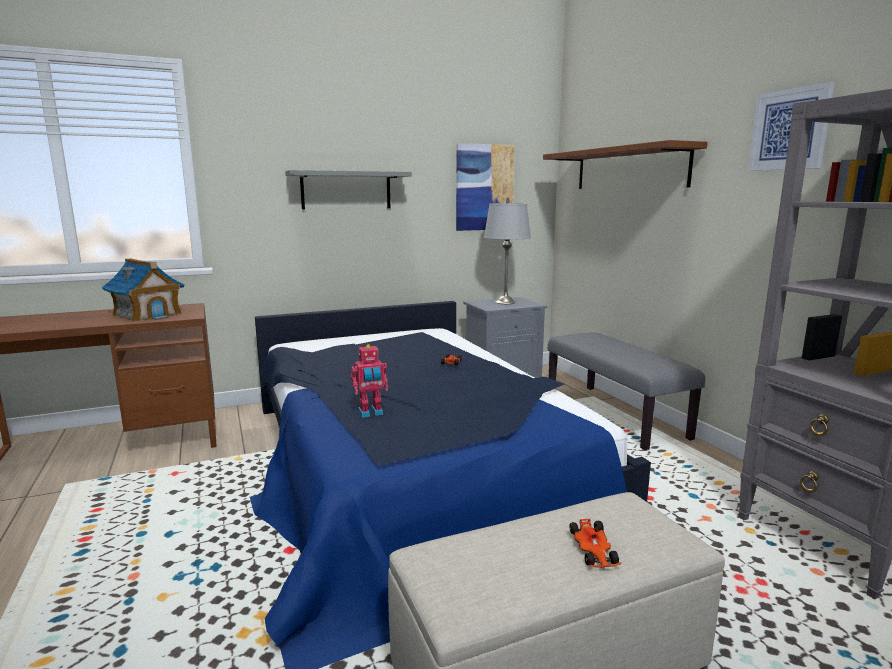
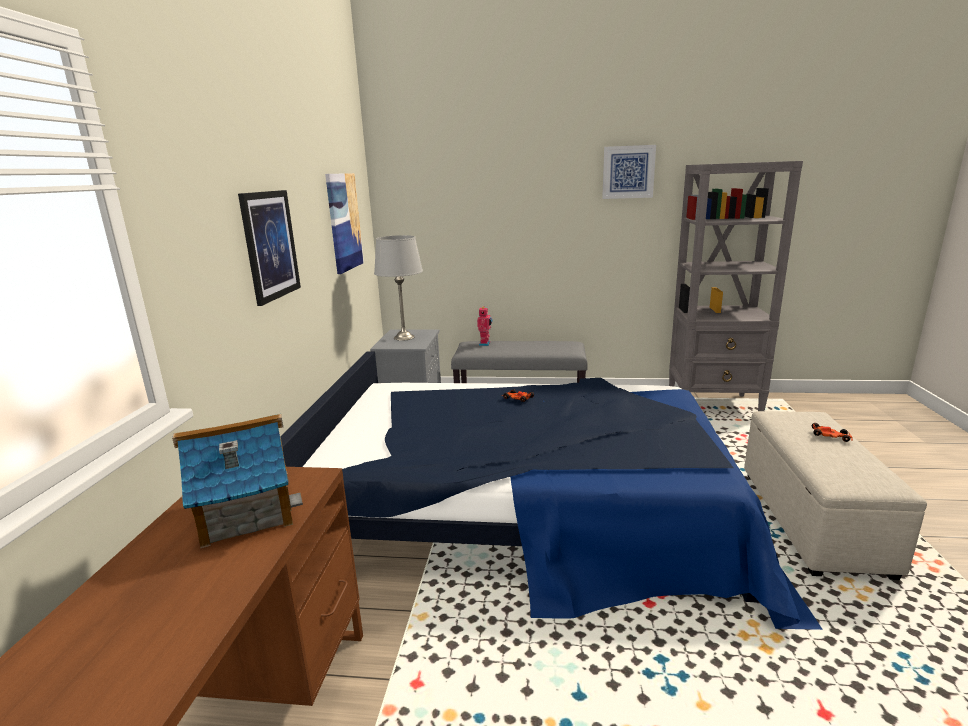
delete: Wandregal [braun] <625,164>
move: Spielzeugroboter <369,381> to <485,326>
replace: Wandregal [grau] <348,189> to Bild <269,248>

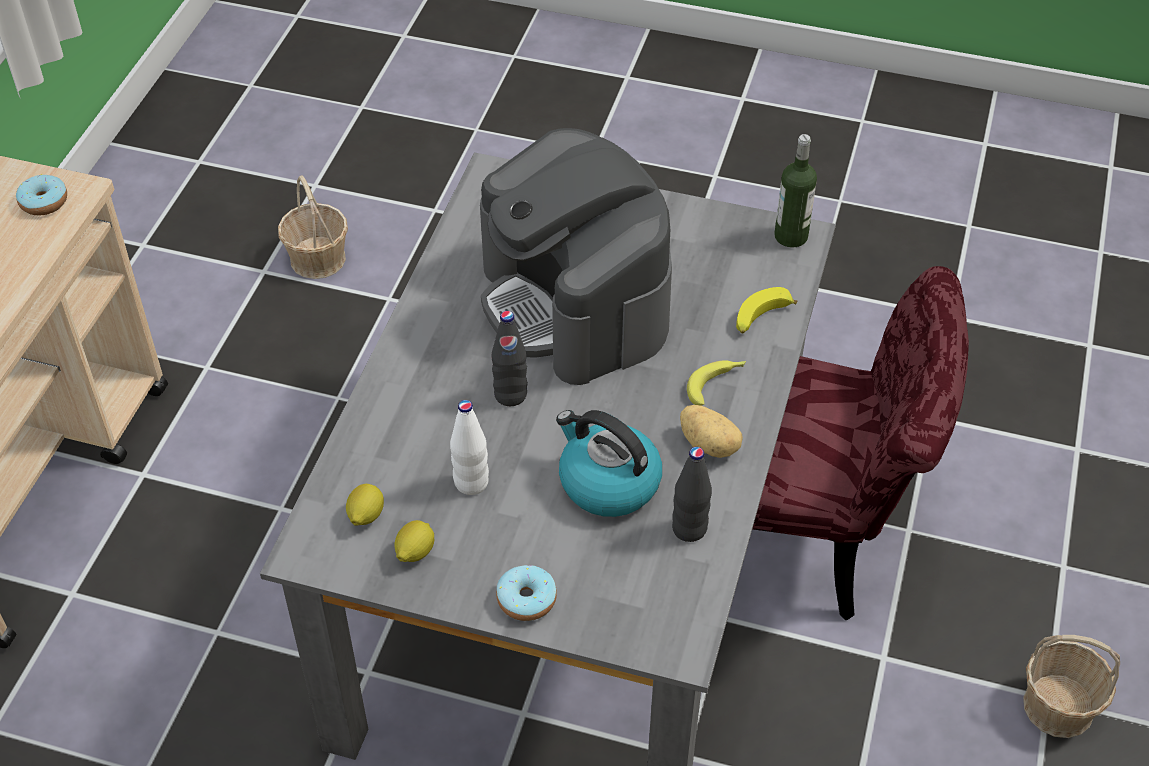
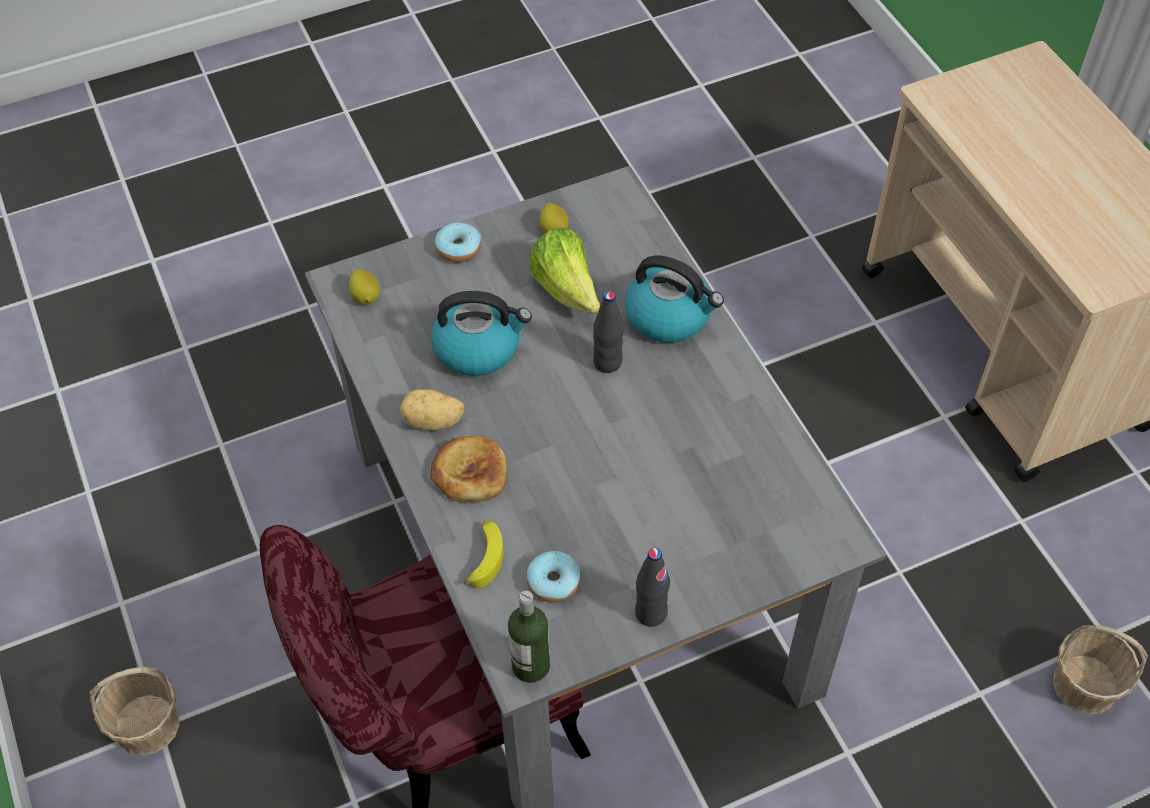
delete: Kaffeemaschine <576,256>
insert: Wasserkessel <674,299>
move: Donut <41,194> to <553,577>; Zitrone <365,505> to <364,286>; Flasche [schwarz] <692,494> to <652,587>
replace: Flasche [weiß] <469,447> to Salatkopf <564,270>; Banane <716,383> to Brot <469,469>

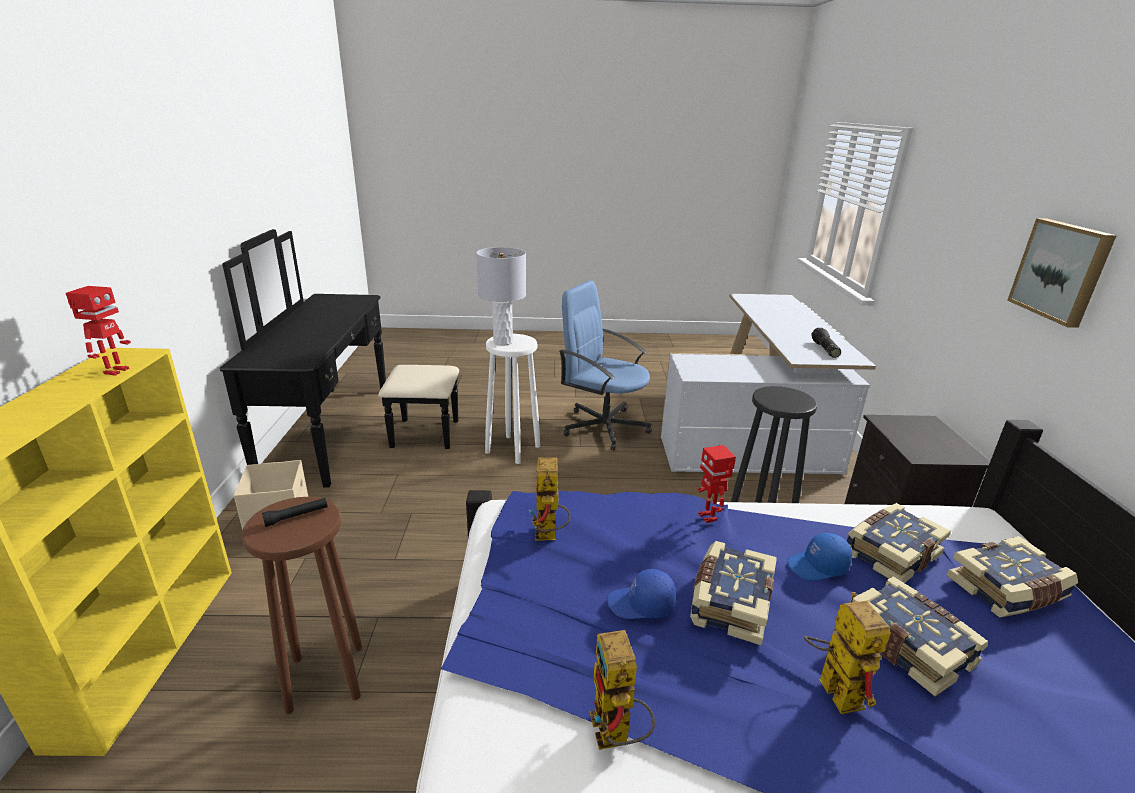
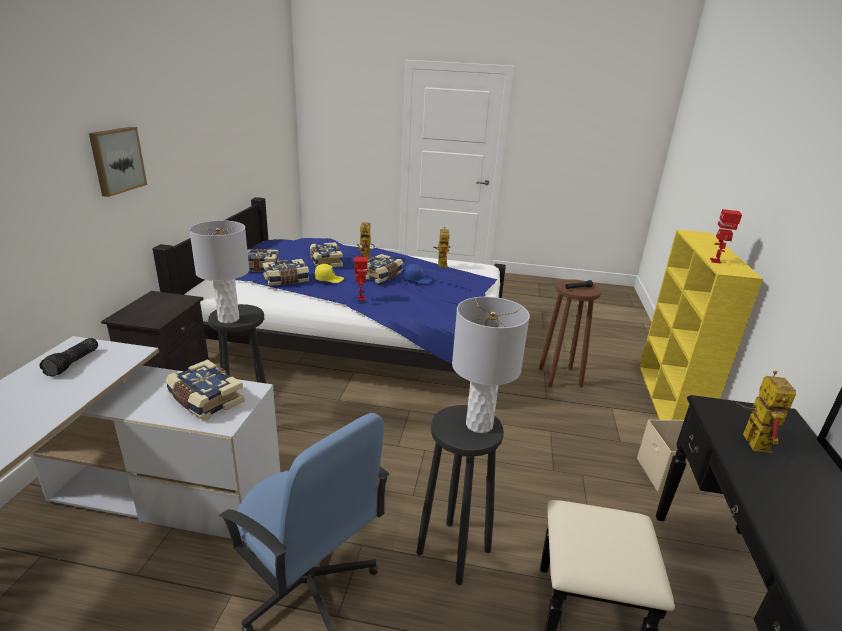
insert: Buch <205,390>; Tischlampe [grau] <219,271>
move: Spielzeugroboter <550,499> to <766,412>
recolor: Hocker [weiß] <512,399> to Hocker [schwarz] <460,495>; Kappe [blau] <819,557> to Kappe [gelb] <329,273>

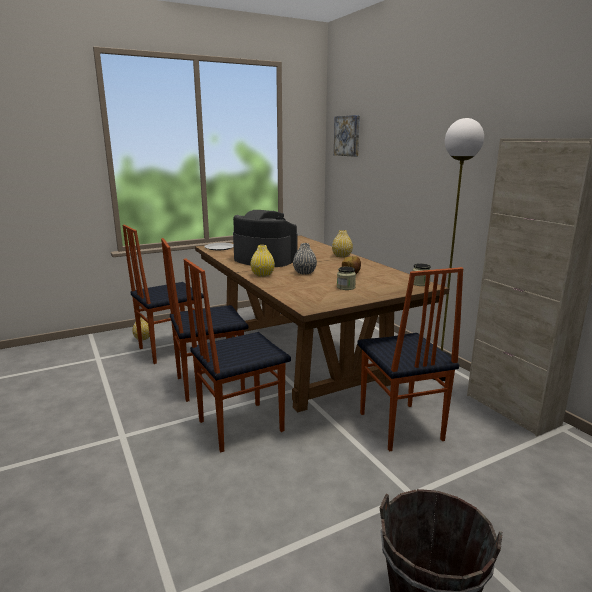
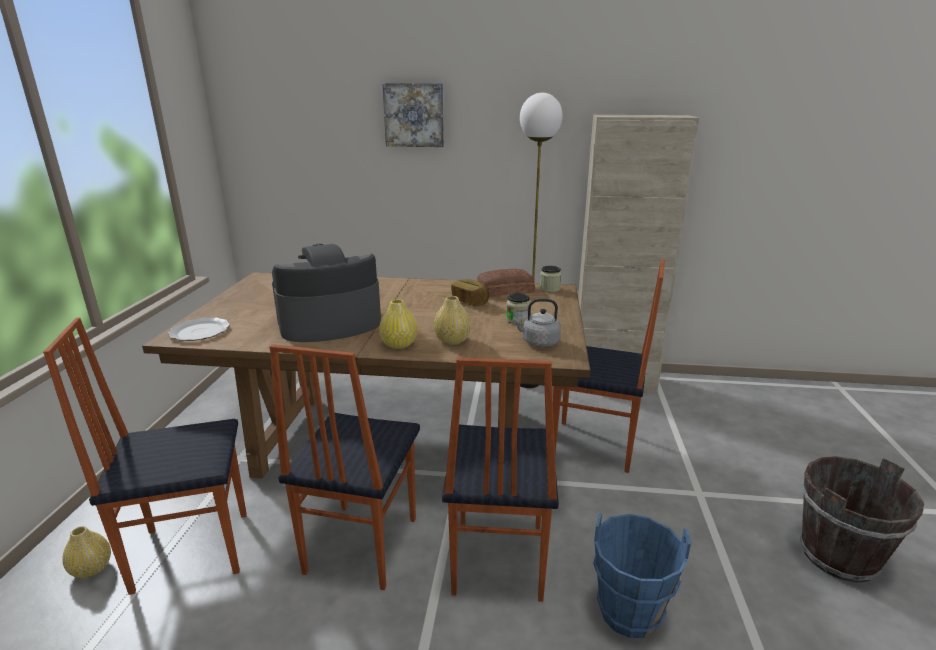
delete: Vase [grau] <305,259>
insert: Brot <506,283>; Wasserkessel [grau] <537,323>; Eimer [blau] <642,575>
move: Vase [gelb] <342,244> to <452,320>; Bild <347,136> to <413,115>
rotate: Stuhl <163,294> = <145,456> 75 degrees clockwise

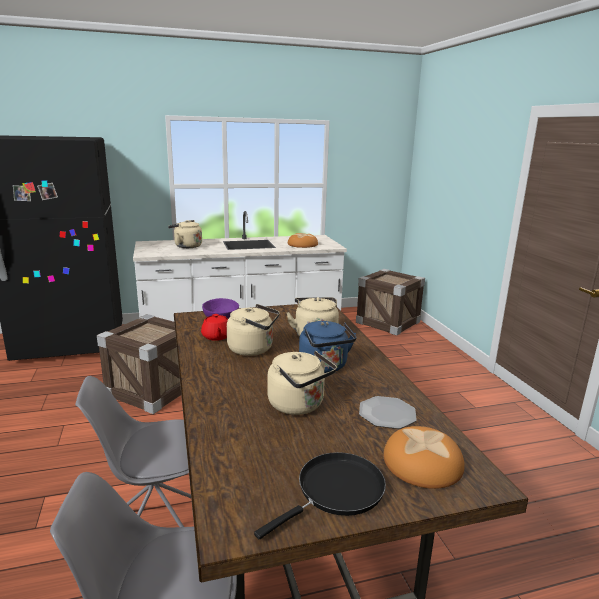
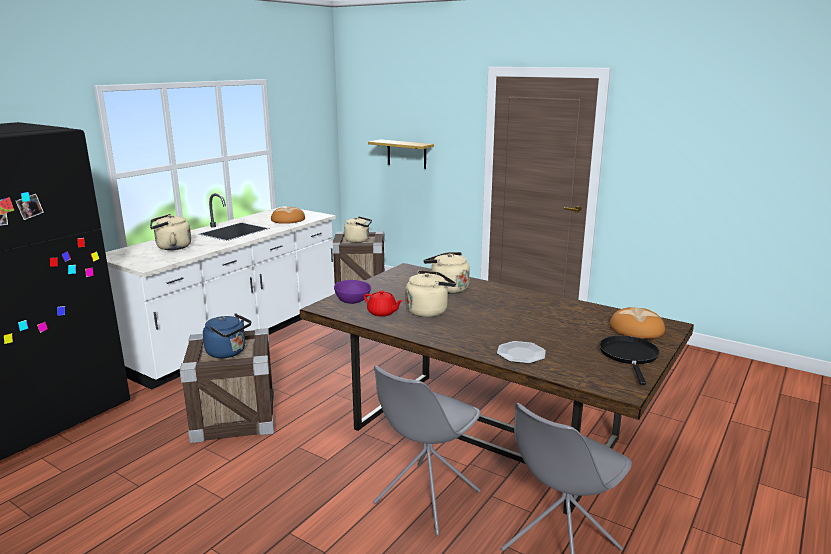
insert: Wandregal <401,154>
move: Wasserkessel [beige] <302,383> to <358,229>; Wasserkessel [blau] <327,347> to <227,335>; Teller <388,412> to <521,352>

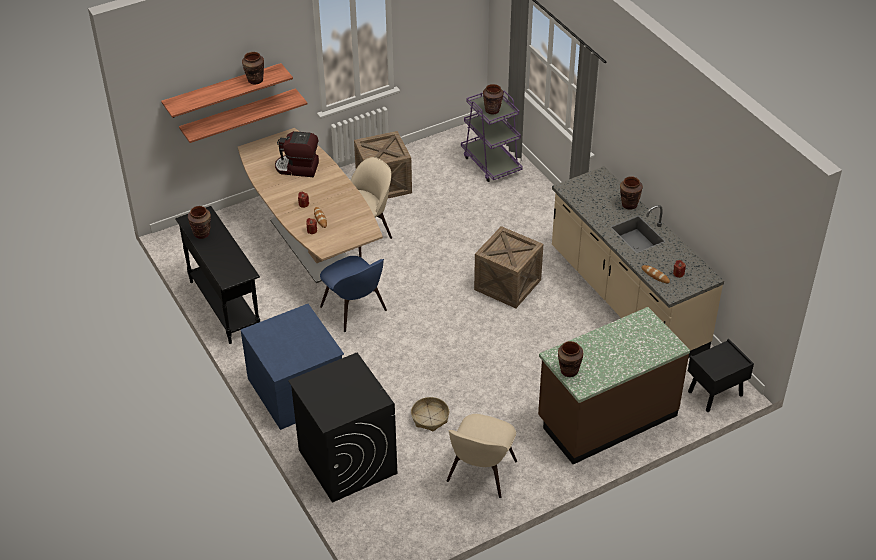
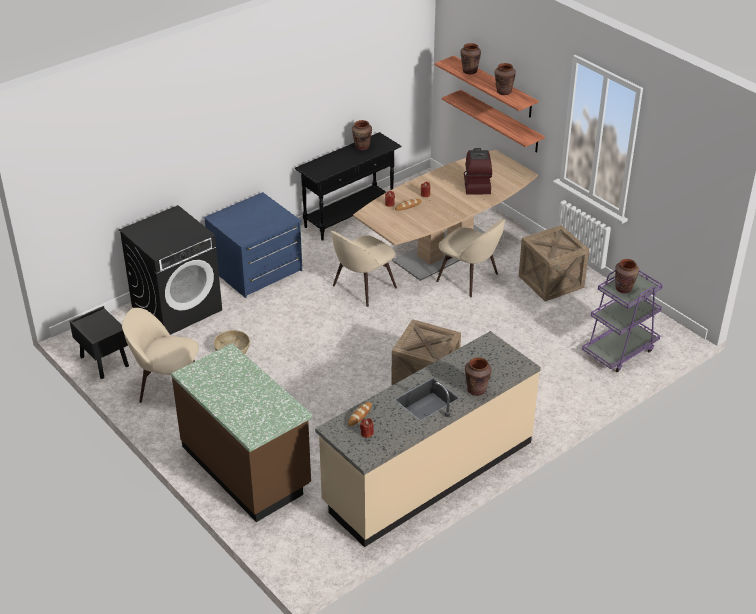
move: Vase [braun] <570,359> to <471,58>; Nachttisch [schwarz] <721,375> to <99,342>
recolor: Stuhl [blau] <353,294> to Stuhl [beige] <364,269>

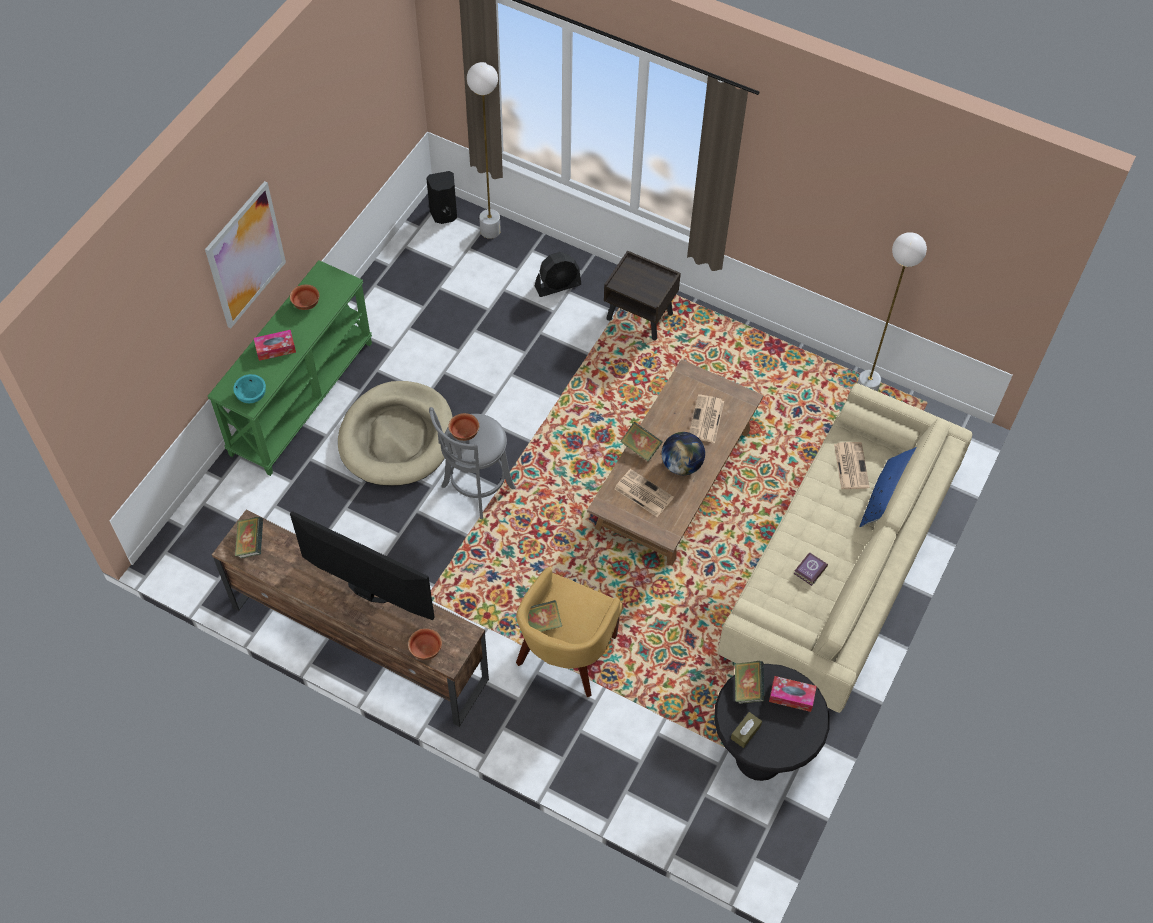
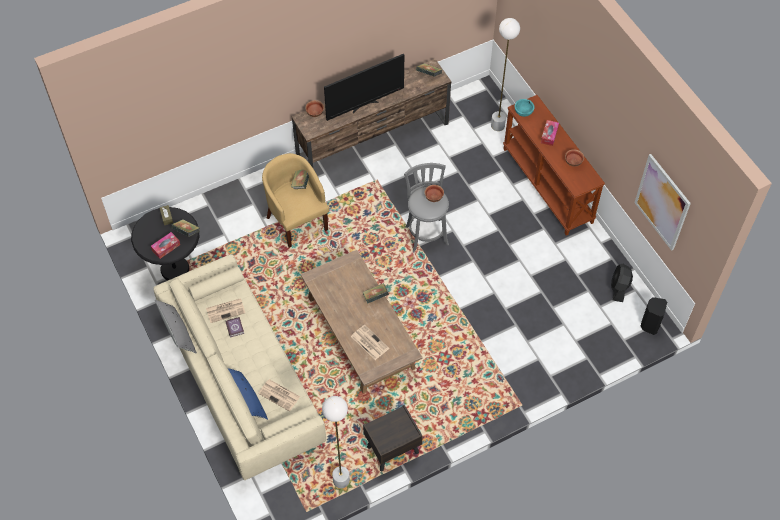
delete: Hundebett [beige] <395,434>; Globus <683,453>
insert: Kissen [grau] <176,327>
move: Bild <245,254> to <663,202>; Stehlampe [weiß] <484,150> to <505,74>; Ventilator [schwarz] <558,274> to <622,283>; Nachttisch [braun] <642,295> to <393,438>; Zeitung <644,493> to <225,310>
recolor: Konsolentisch [grün] <289,368> to Konsolentisch [braun] <554,165>

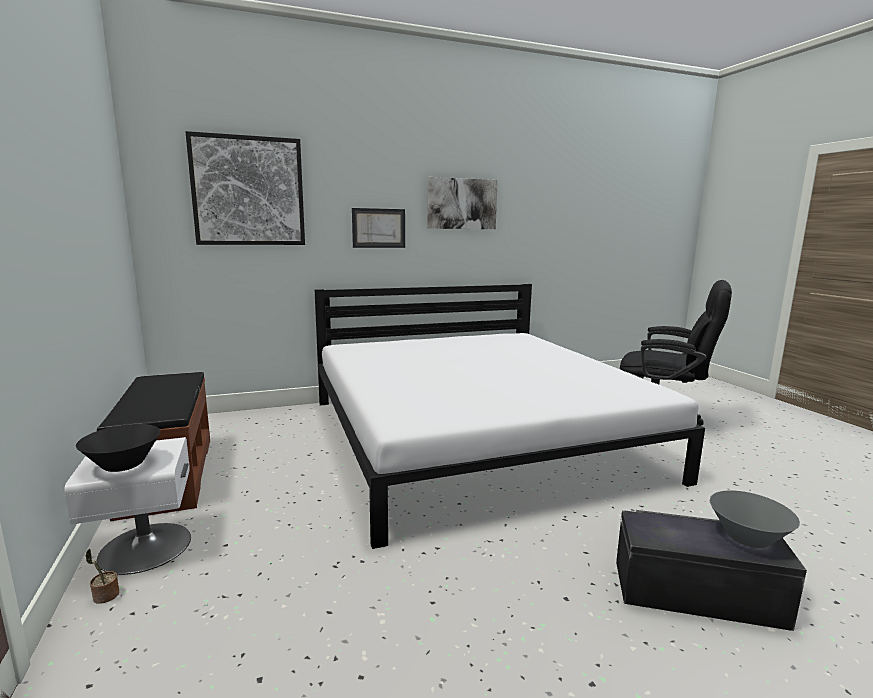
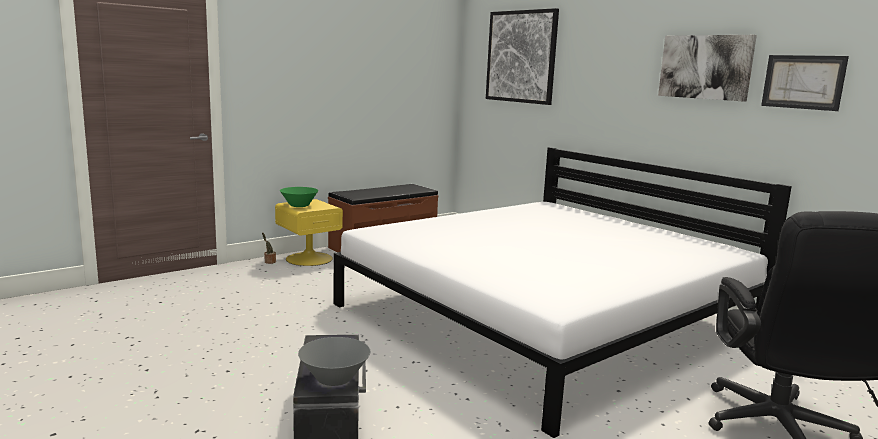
move: Bild <378,228> to <805,83>
recolor: Nachttisch [weiß] <127,506> to Nachttisch [gelb] <309,232>; Schüssel [schwarz] <118,448> to Schüssel [grün] <299,197>

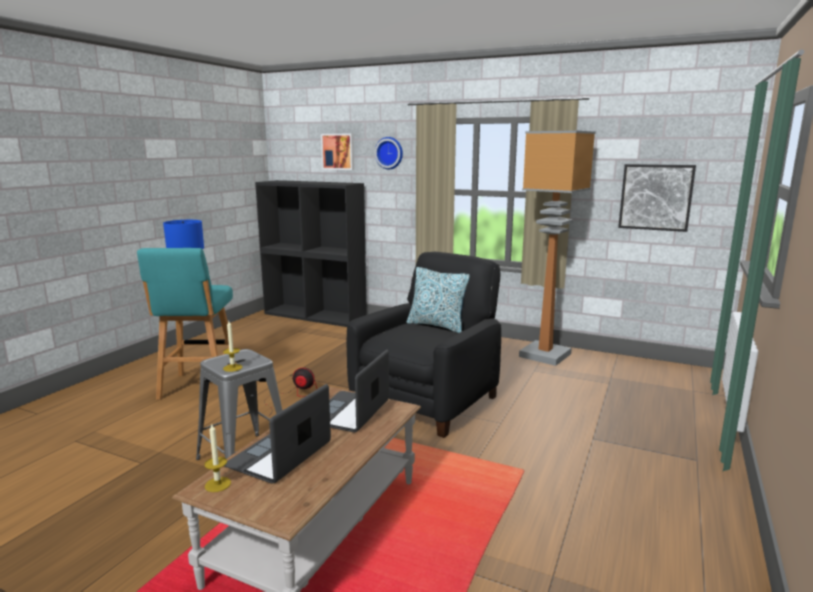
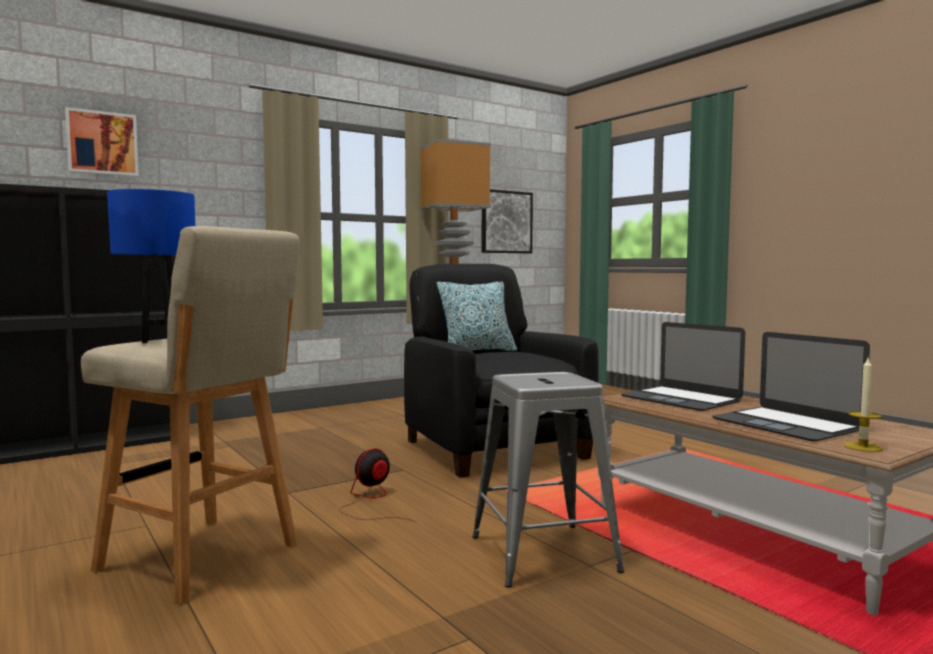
delete: Kerze <233,346>; Wanduhr <389,153>
recolor: Hocker [türkis] <187,324> to Hocker [beige] <190,415>

